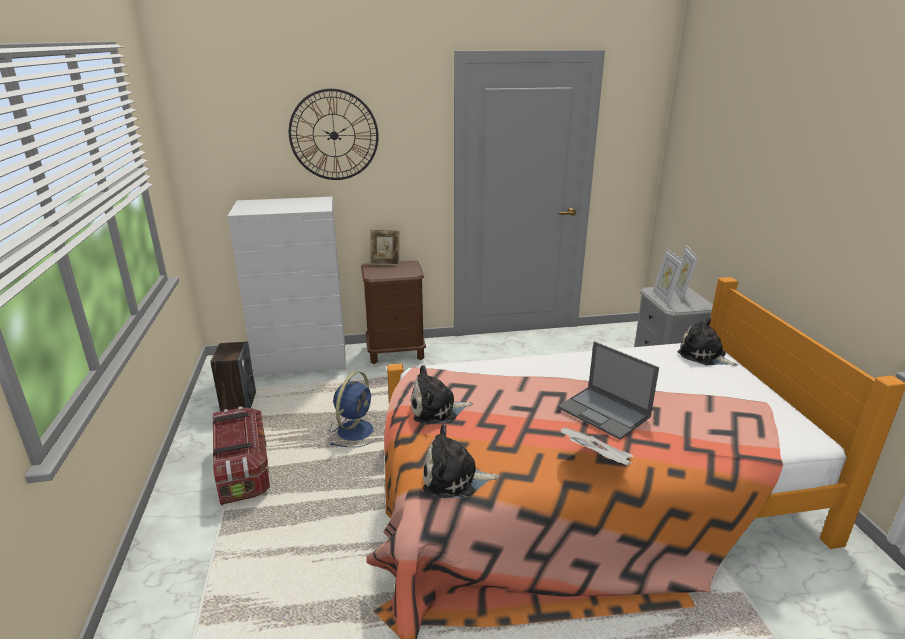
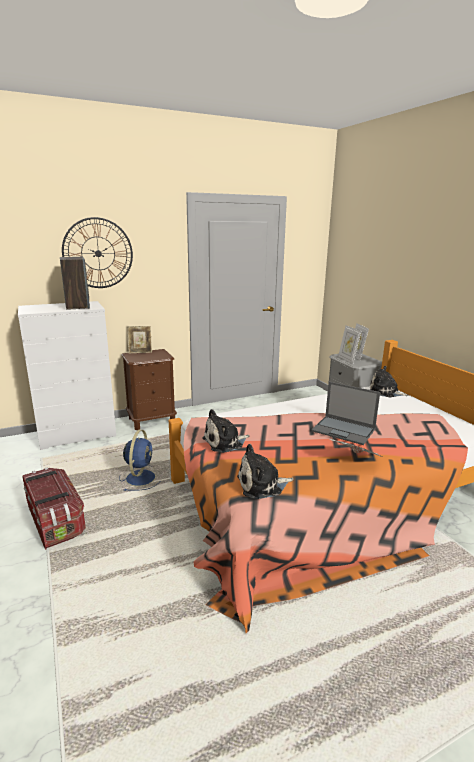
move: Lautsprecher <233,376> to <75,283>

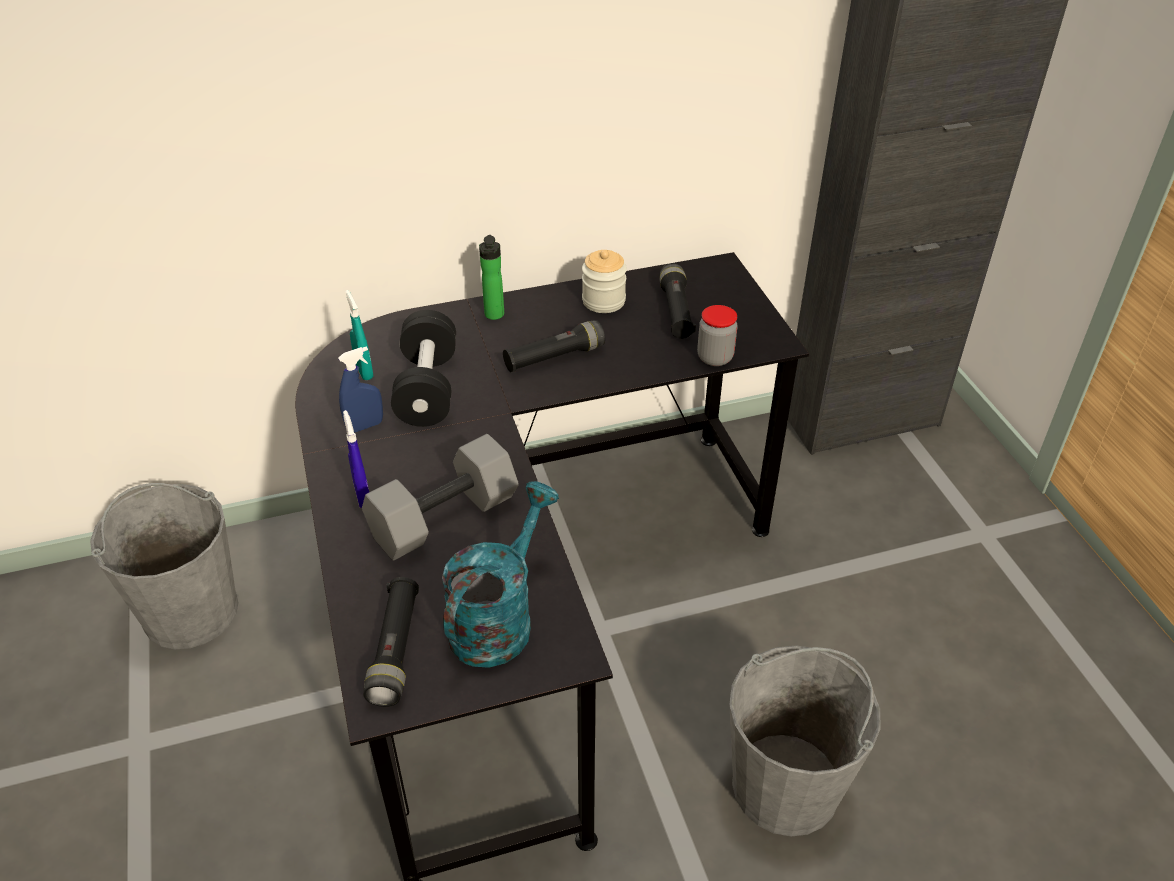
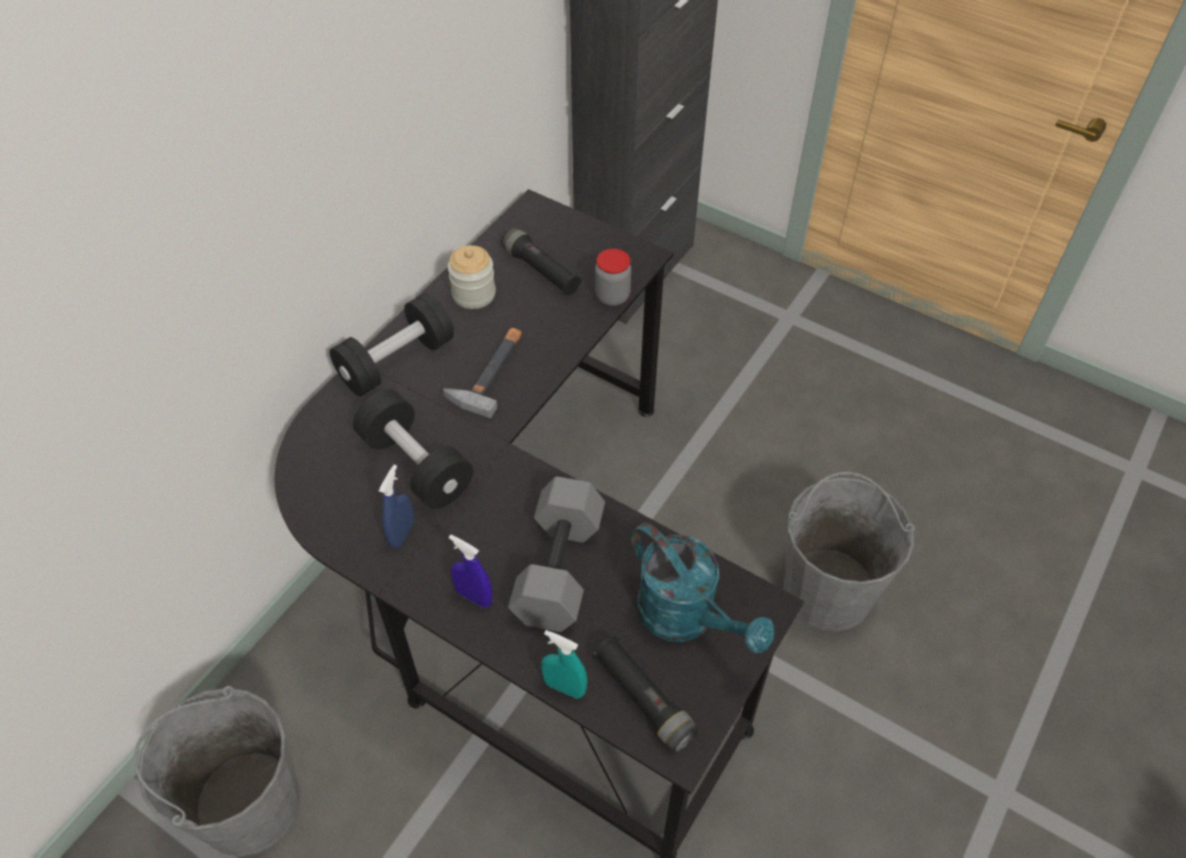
move: Sprühflasche [türkis] <359,335> to <564,664>
replace: Flasche <491,277> to Hantel [schwarz] <392,344>; Taschenlampe [schwarz] <554,346> to Hammer <482,373>
rotate: Gießkanne [türkis] <500,574> = <702,587> 150 degrees clockwise

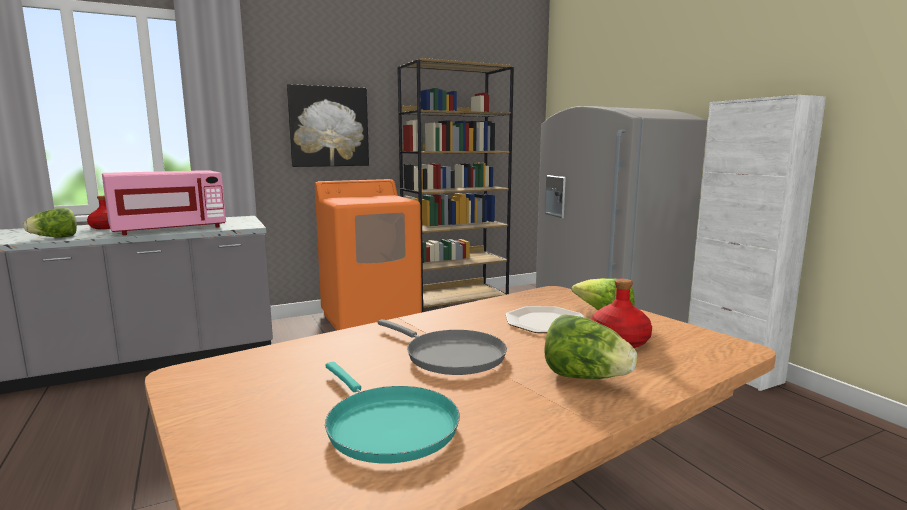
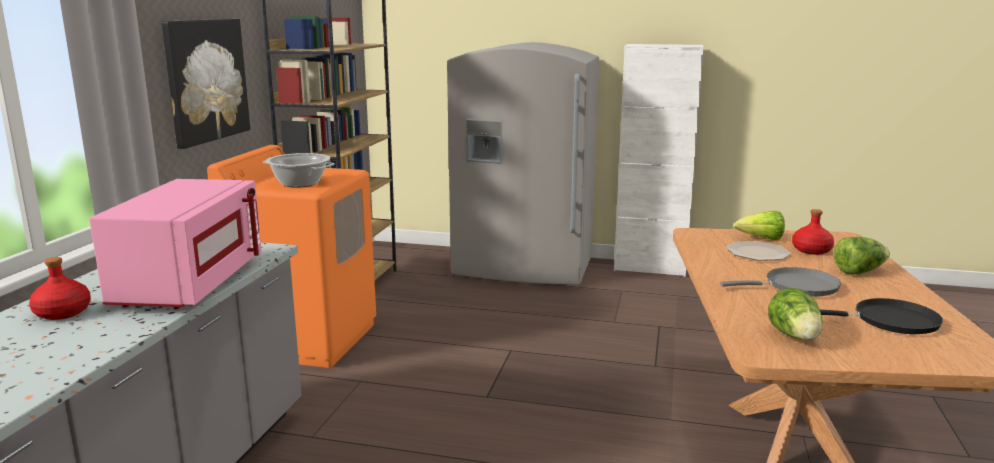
insert: Kochtopf <299,170>
move: Salatkopf <50,223> to <795,313>
recolor: Pfanne [türkis] <392,412> to Pfanne [schwarz] <881,316>

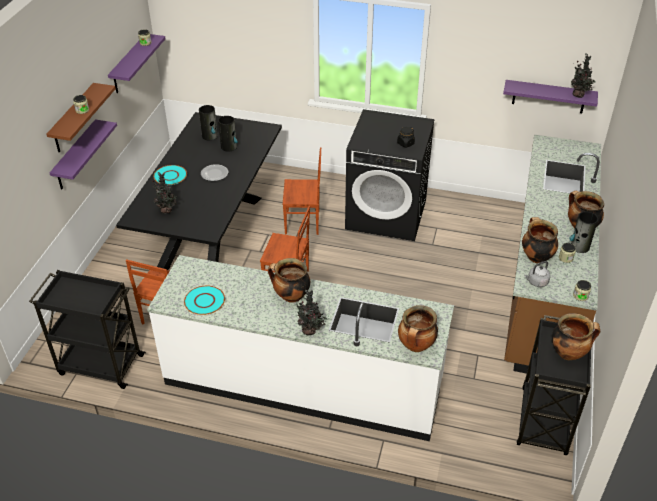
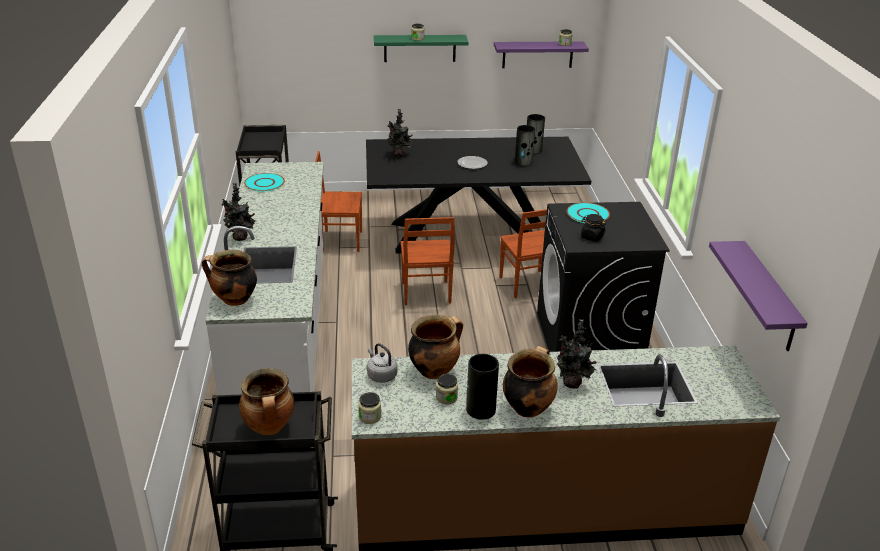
delete: Wandregal [lila] <83,154>; Kochtopf <289,280>
move: Teller [türkis] <170,175> to <588,213>; Topfpflanze <583,76> to <577,353>
recolor: Wandregal [braun] <81,117> to Wandregal [grün] <421,48>

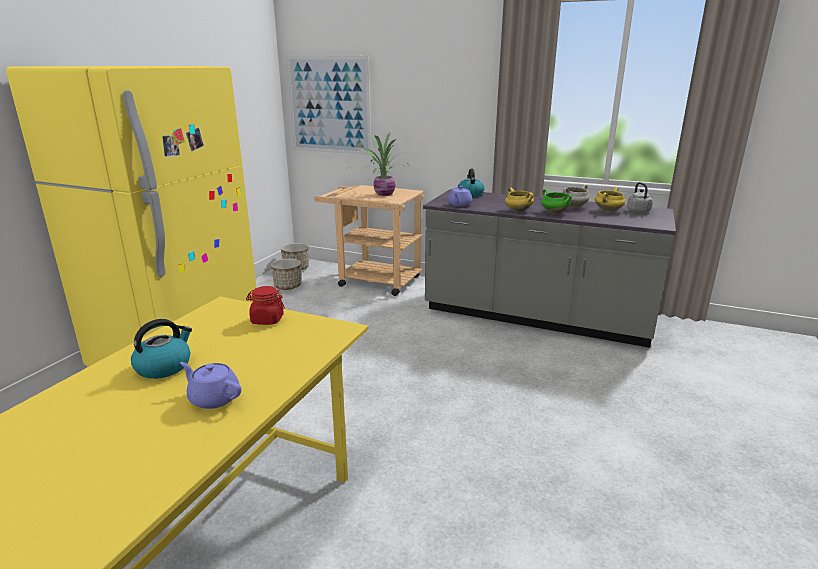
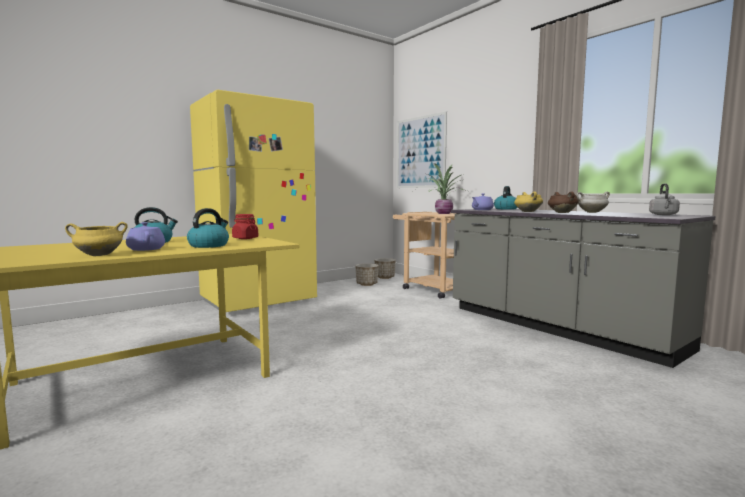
insert: Wasserkessel <208,228>
move: Kochtopf [gelb] <610,199> to <96,239>
recolor: Kochtopf [grün] <556,201> to Kochtopf [braun] <563,202>

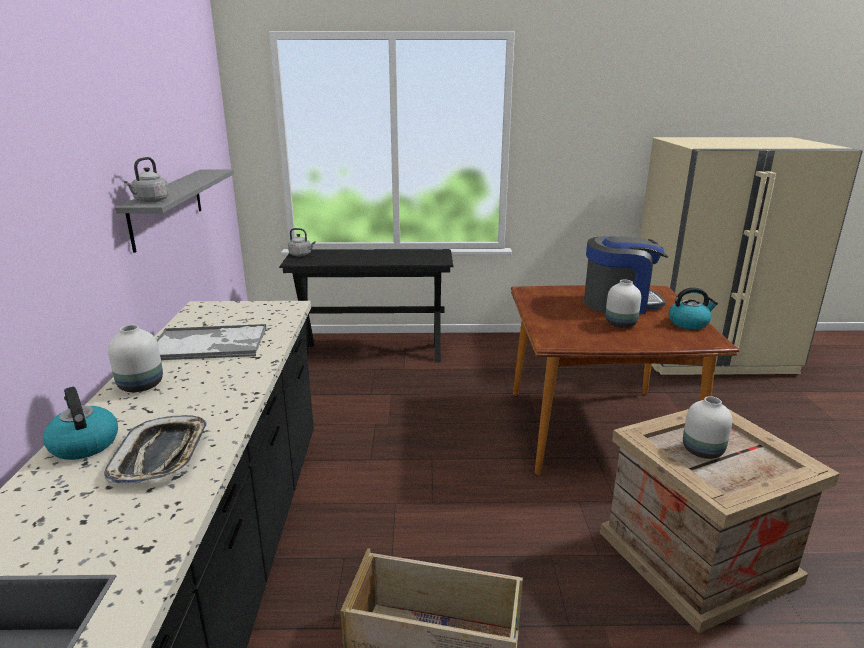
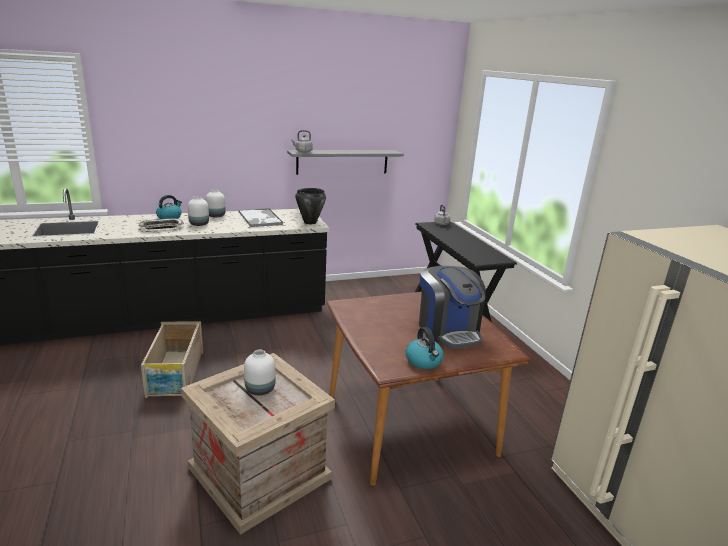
insert: Kochtopf [schwarz] <310,206>
move: Vase [weiß] <623,304> to <198,211>

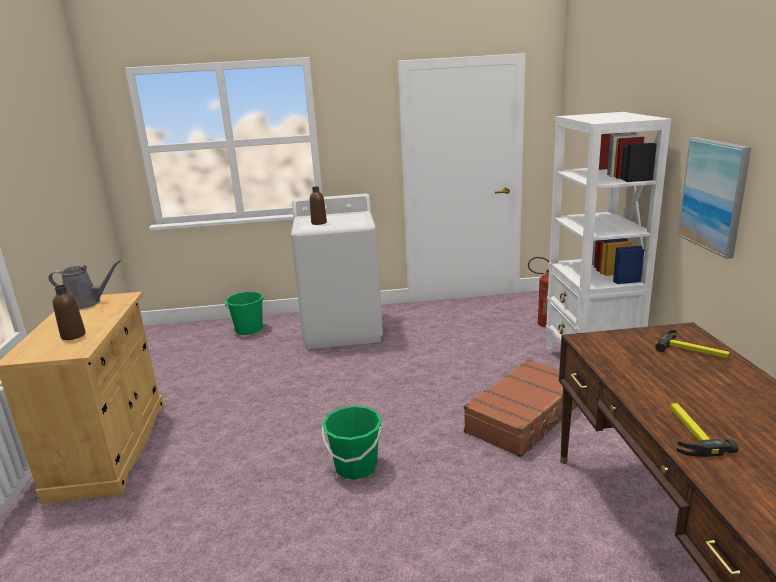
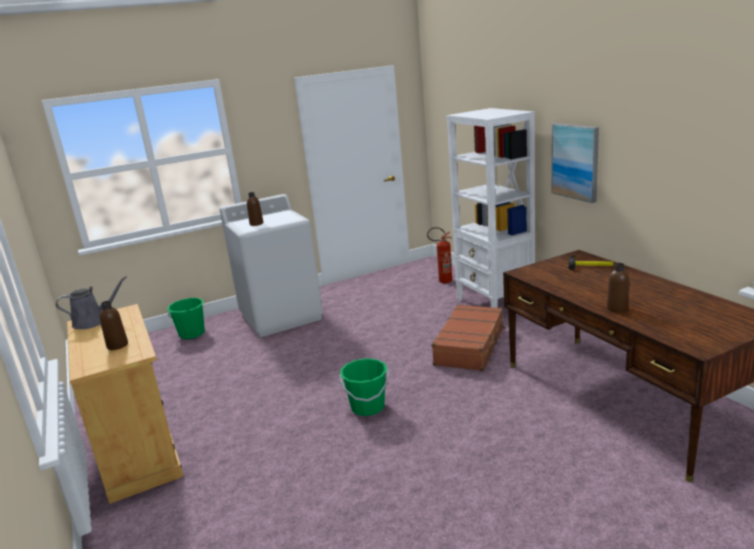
replace: Hammer <704,430> to Flasche [braun] <618,288>

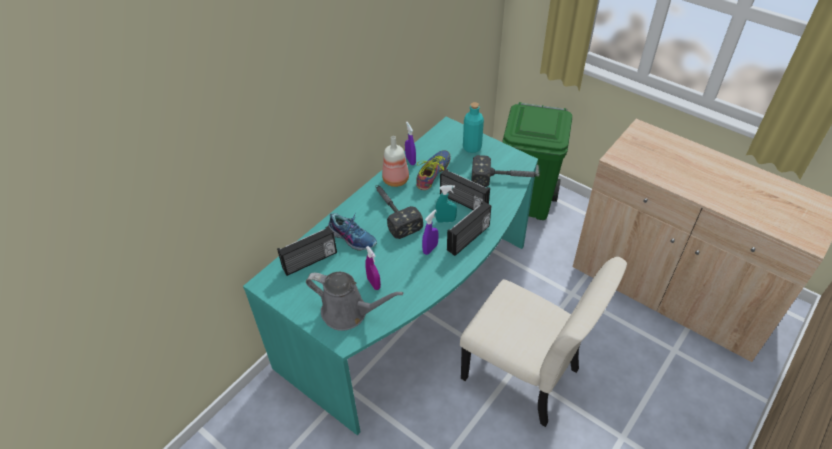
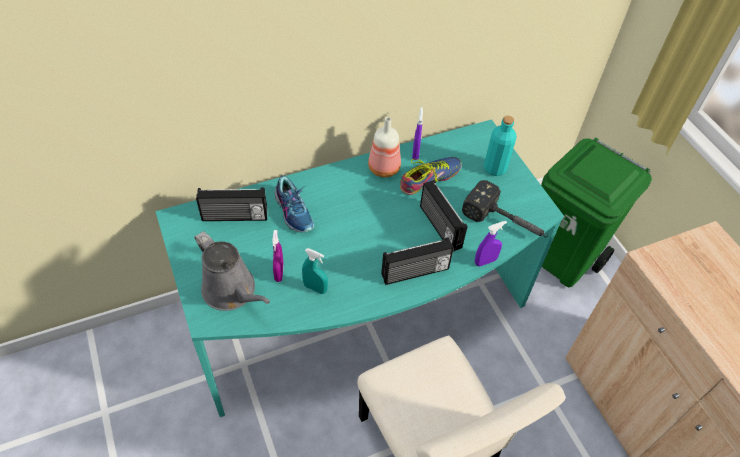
delete: Hammer <399,212>
move: Sprühflasche [lila] <430,232> to <491,243>; Sprühflasche [türkis] <446,204> to <315,271>

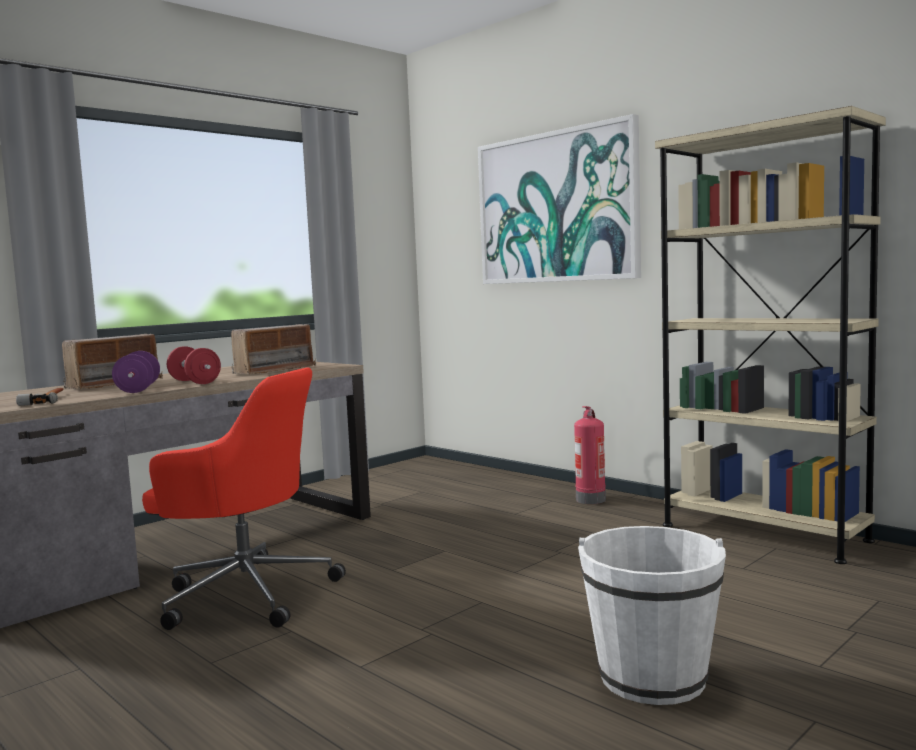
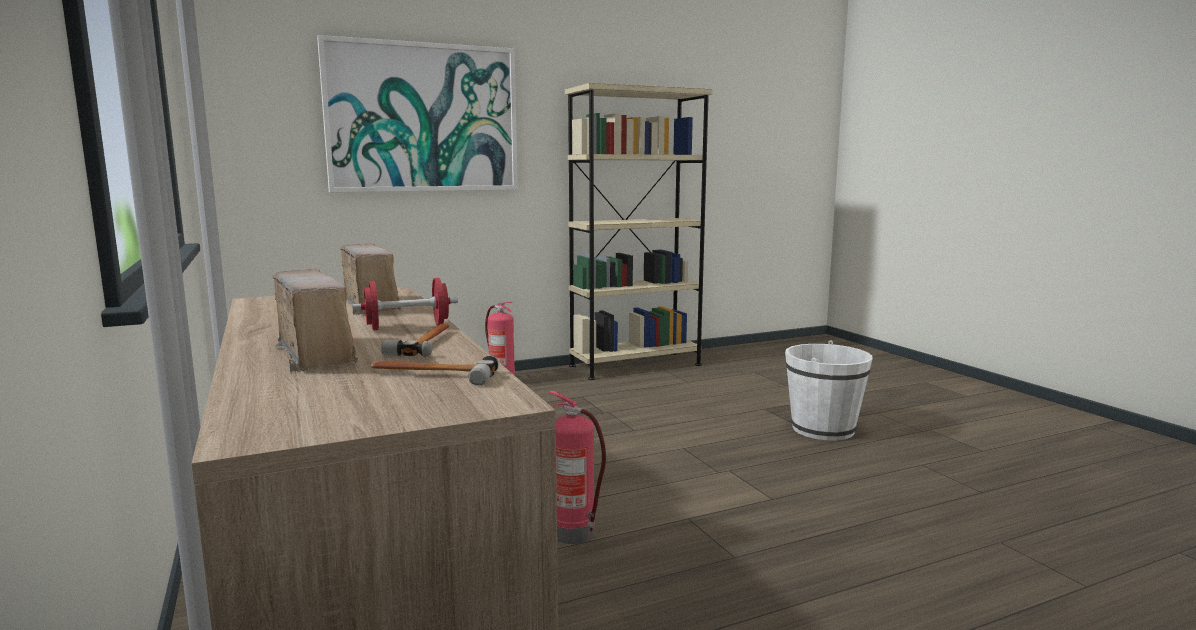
replace: Hantel [lila] <136,372> to Hammer <415,340>; Bürostuhl [rot] <244,499> to Feuerlöscher <577,467>

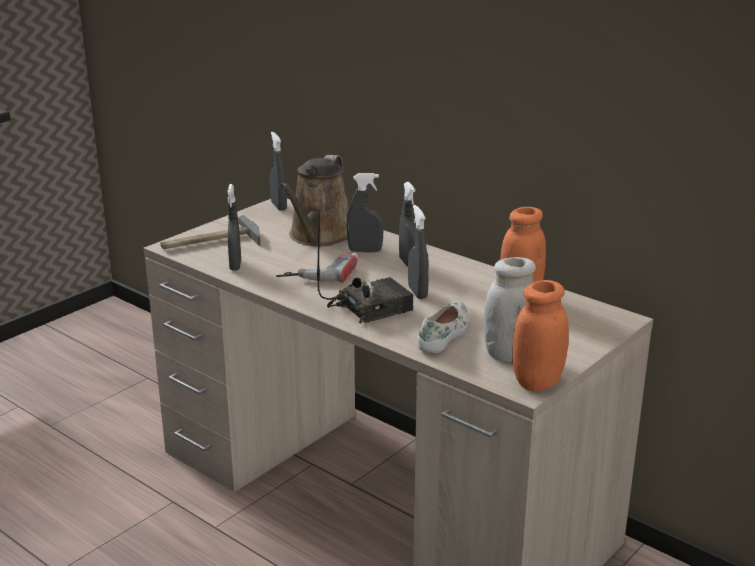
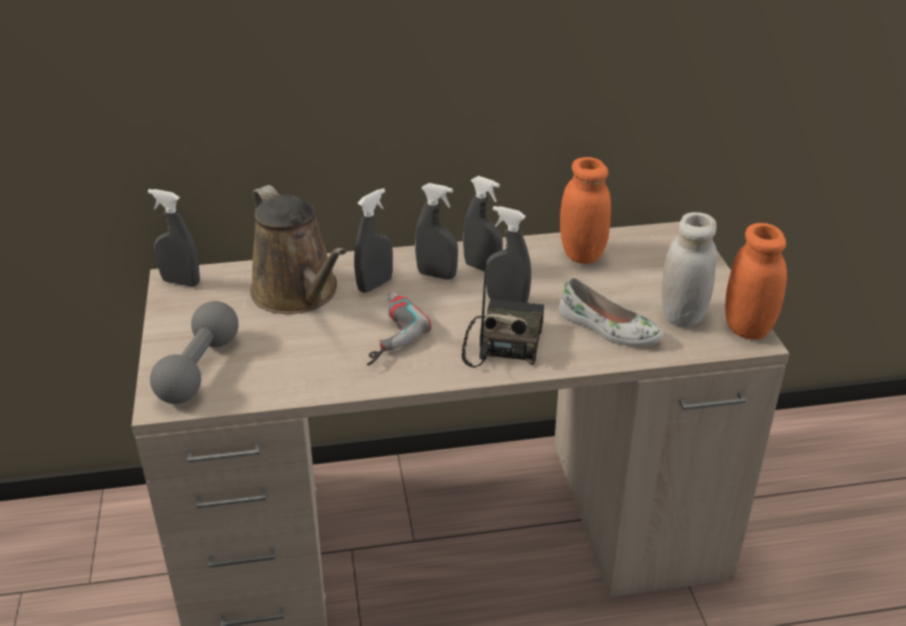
move: Sprühflasche [grau] <234,227> to <483,224>
replace: Hammer <210,232> to Hantel [grau] <194,352>
rotate: Schuh [weiß] <443,327> = <611,312> 150 degrees clockwise

